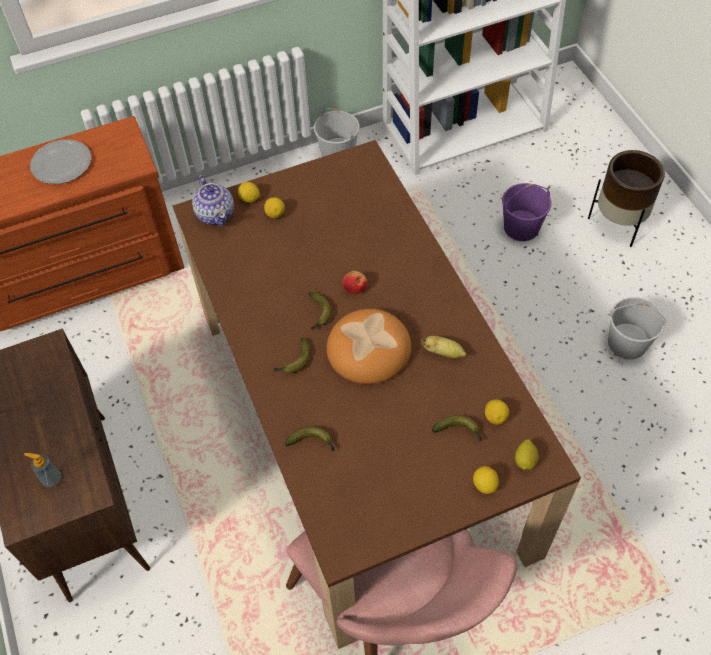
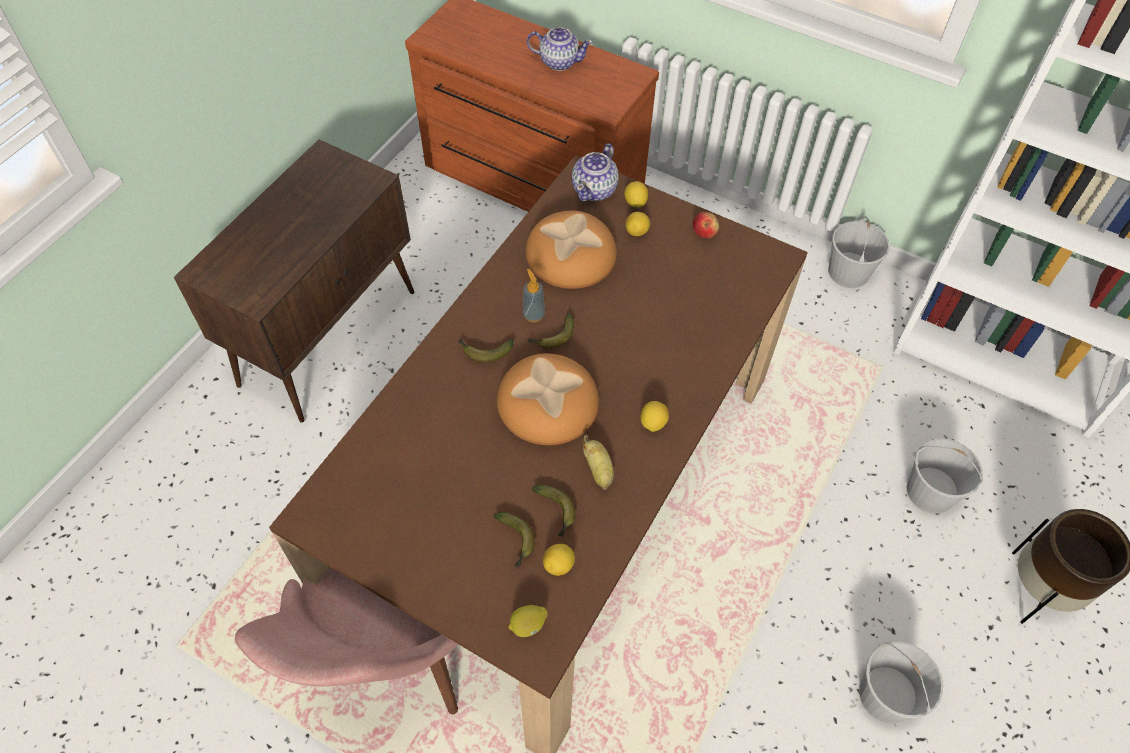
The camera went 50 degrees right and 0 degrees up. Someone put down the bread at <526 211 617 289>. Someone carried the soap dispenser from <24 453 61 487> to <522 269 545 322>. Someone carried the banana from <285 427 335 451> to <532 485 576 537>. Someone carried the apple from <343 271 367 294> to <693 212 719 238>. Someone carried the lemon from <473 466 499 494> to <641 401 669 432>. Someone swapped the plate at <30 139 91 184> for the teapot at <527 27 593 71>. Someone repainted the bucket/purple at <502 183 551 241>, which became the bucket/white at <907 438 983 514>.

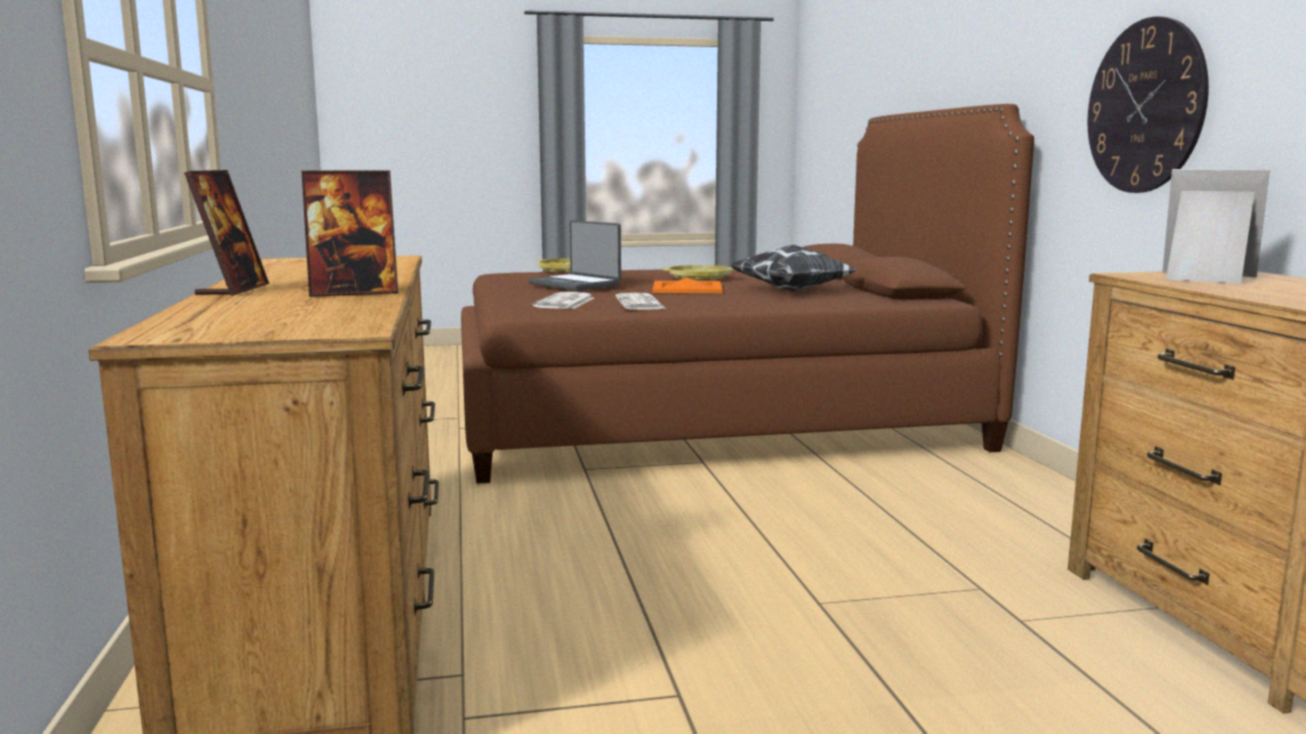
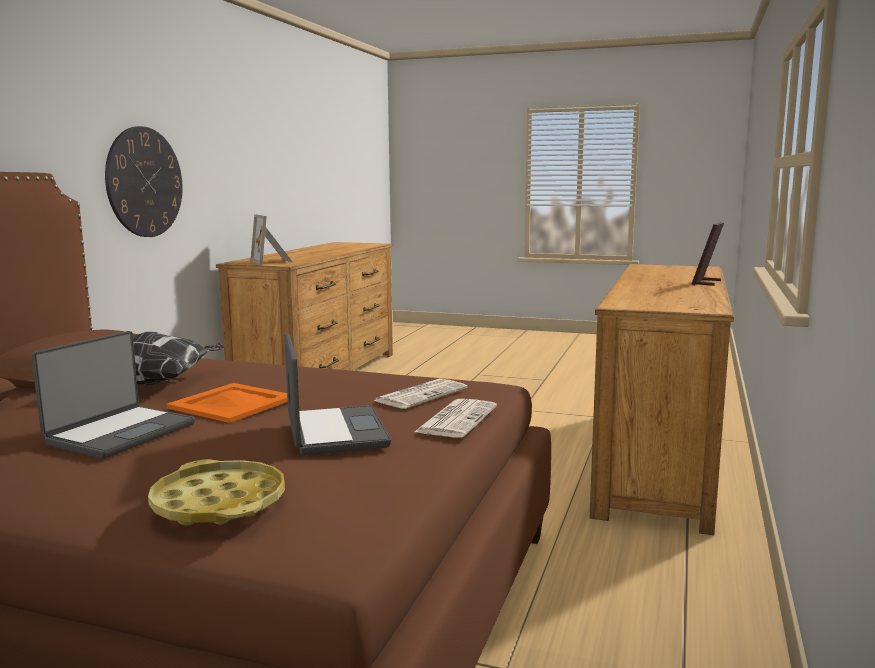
The camera went 150 degrees left and 0 degrees up. Someone took away the picture frame at <302 170 398 297>. Someone carried the newspaper from <615 293 666 310> to <415 399 497 438>. Someone swapped the tray/yellow at <662 265 734 281> for the laptop at <31 331 195 459>.

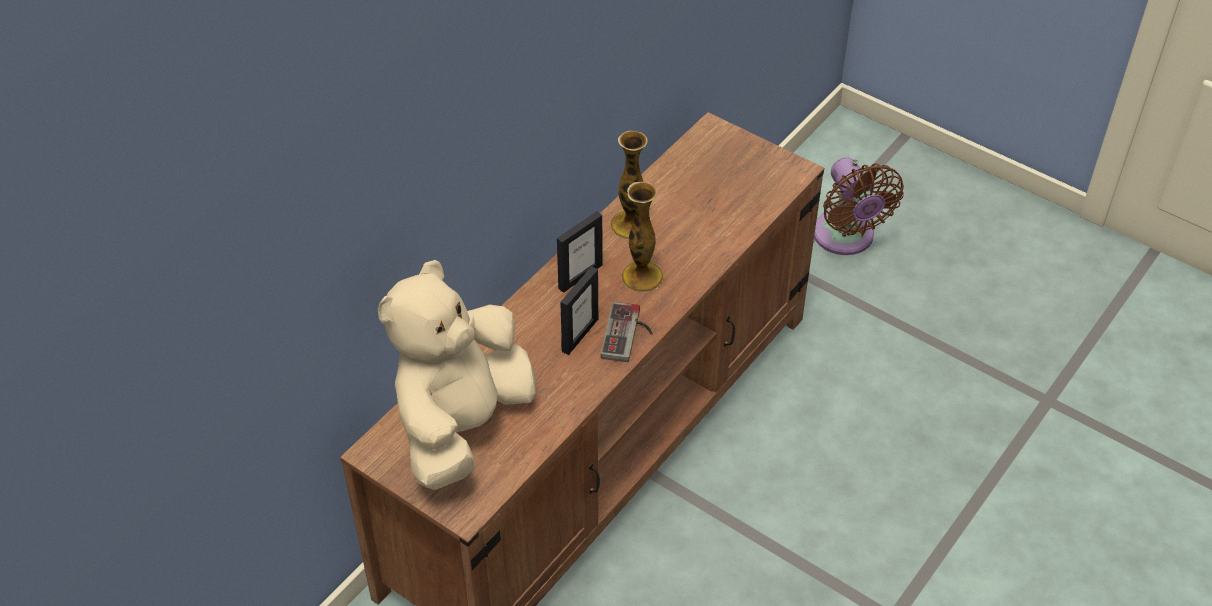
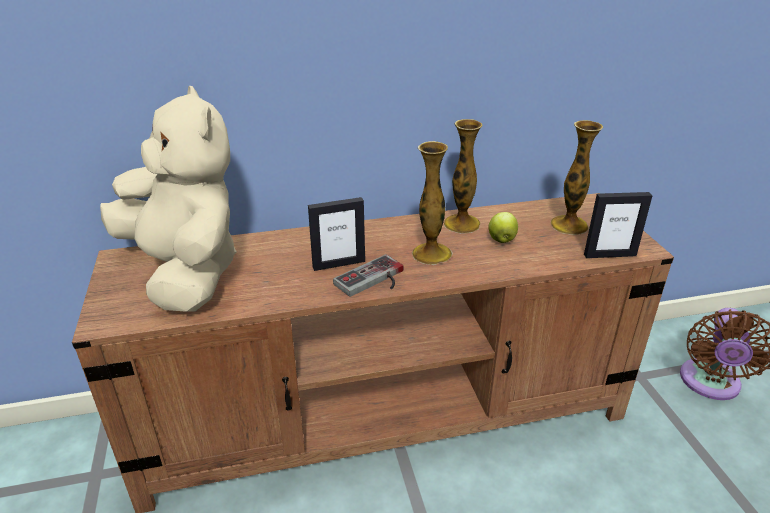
The camera went 40 degrees right and 15 degrees down. Someone put down the apple at <488 212 518 243>. Someone put down the vase at <551 120 603 235>. Someone carried the picture frame from <557 211 603 293> to <584 192 653 258>. Someone rotated the plush toy/beige at <378 260 536 490> by 75 degrees clockwise.

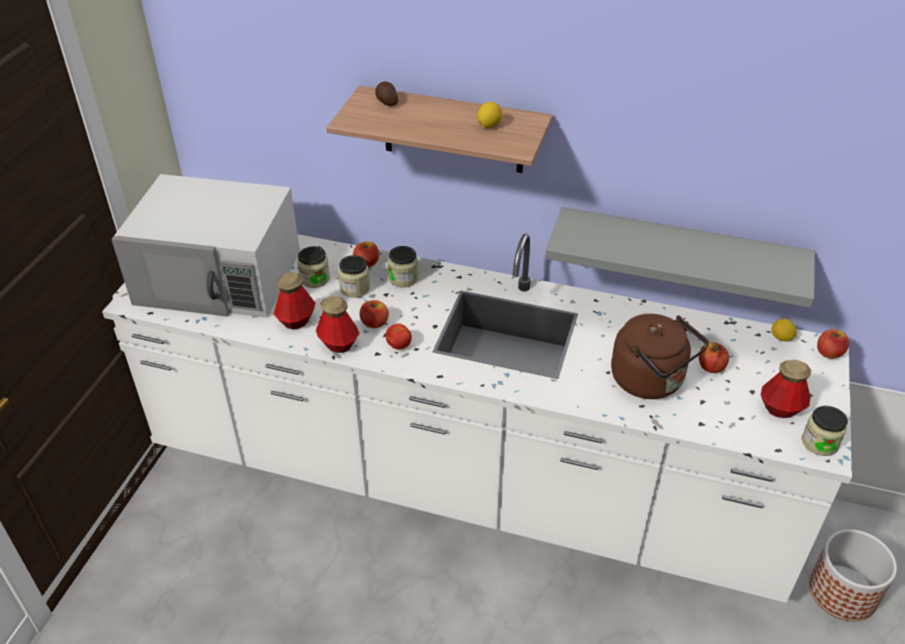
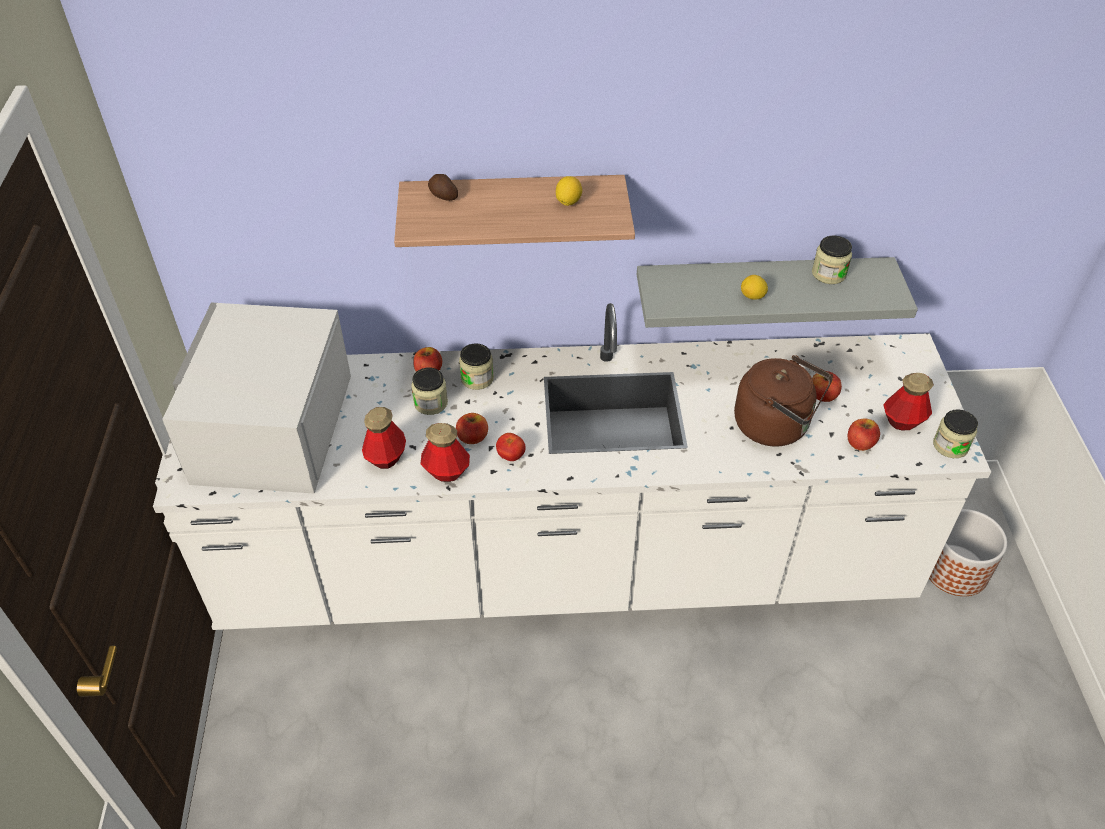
The camera went 20 degrees left and 5 degrees up. Someone carried the jar from <297 246 330 288> to <812 236 852 284>. Someone carried the lemon from <772 319 797 341> to <741 275 768 300>. Someone carried the apple from <817 329 849 359> to <848 418 880 451>. Someone rotated the microwave/white at <111 174 300 318> by 105 degrees clockwise.

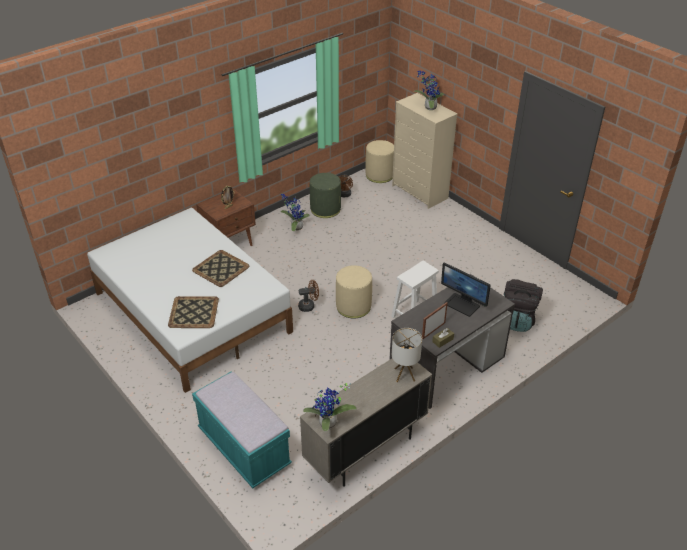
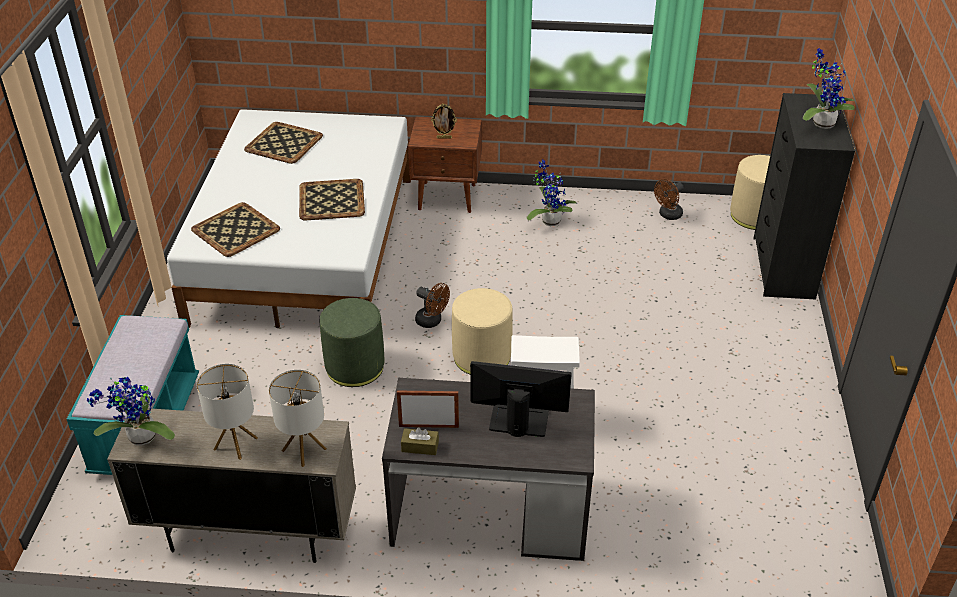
The camera went 45 degrees right and 0 degrees up. Someone took away the backpack/black at <504 279 543 332>. Someone put down the table lamp at <197 364 258 460>. Someone put down the tray at <244 122 323 164>. Someone carried the ottoman/green from <310 173 341 218> to <320 298 385 387>. Someone repainted the dresser/beige at <392 93 458 209>, which became the dresser/black at <753 93 855 300>. Someone rotated the monitor at <441 262 491 317> by 105 degrees clockwise.

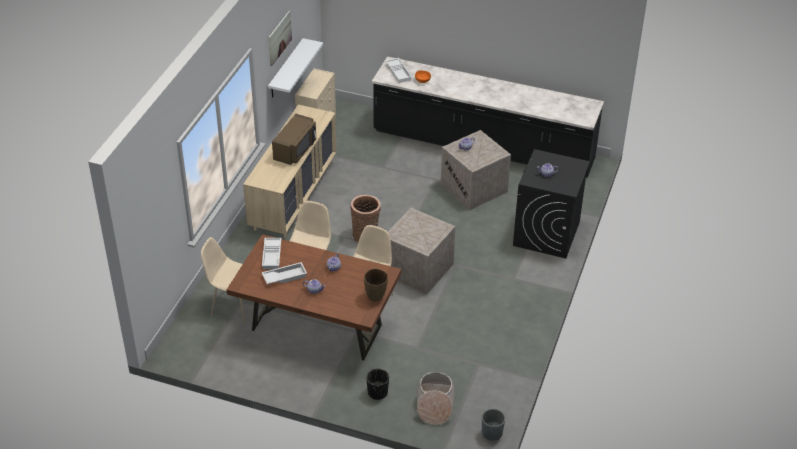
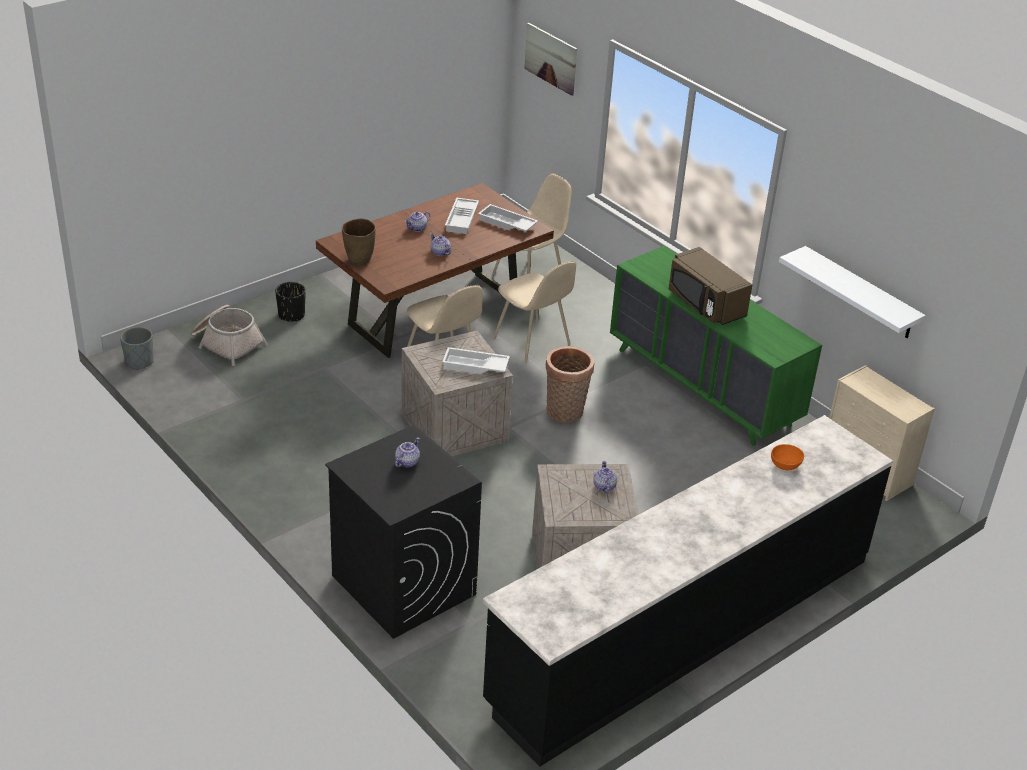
The camera went 120 degrees right and 5 degrees down. Someone carried the picture from <268 11 292 66> to <524 23 577 96>. Someone carried the tray/white from <386 58 412 83> to <442 347 510 374>. Someone repainted the dresser/beige at <243 105 337 238>, which became the dresser/green at <610 246 822 446>.

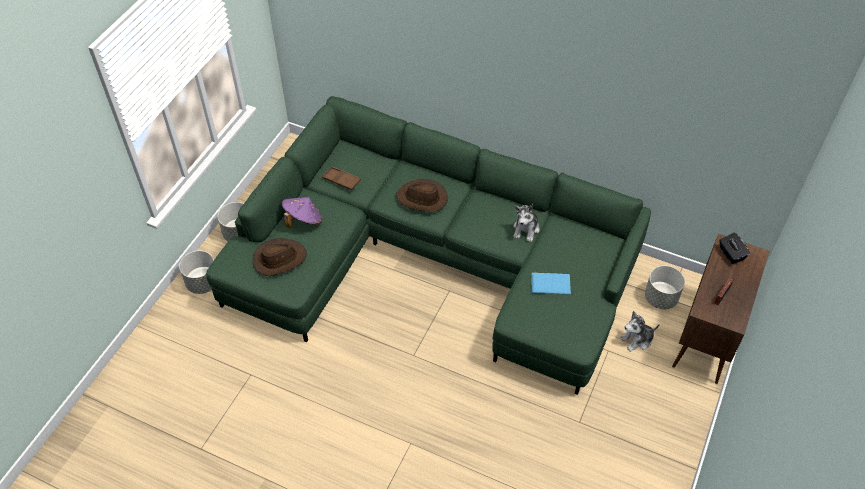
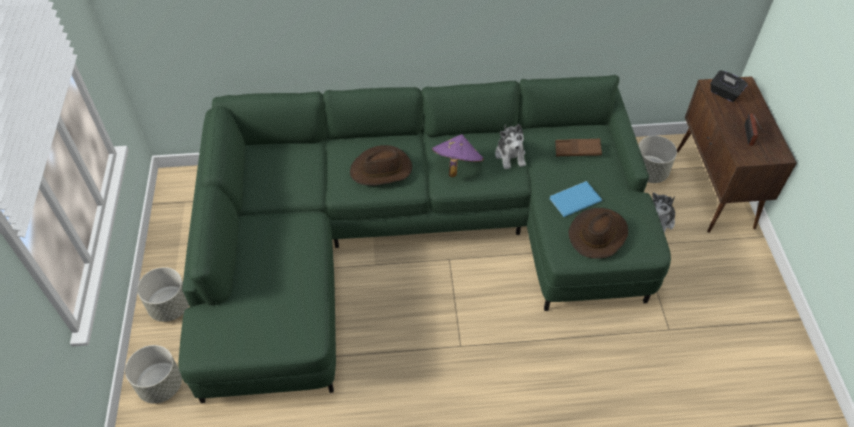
The camera went 30 degrees left and 0 degrees up. Someone carried the hat/brown from <253 238 307 276> to <568 208 628 259>. Someone carried the hat/purple from <281 197 323 227> to <432 134 484 177>. Someone carried the tray/brown from <322 166 361 190> to <555 139 602 156>.

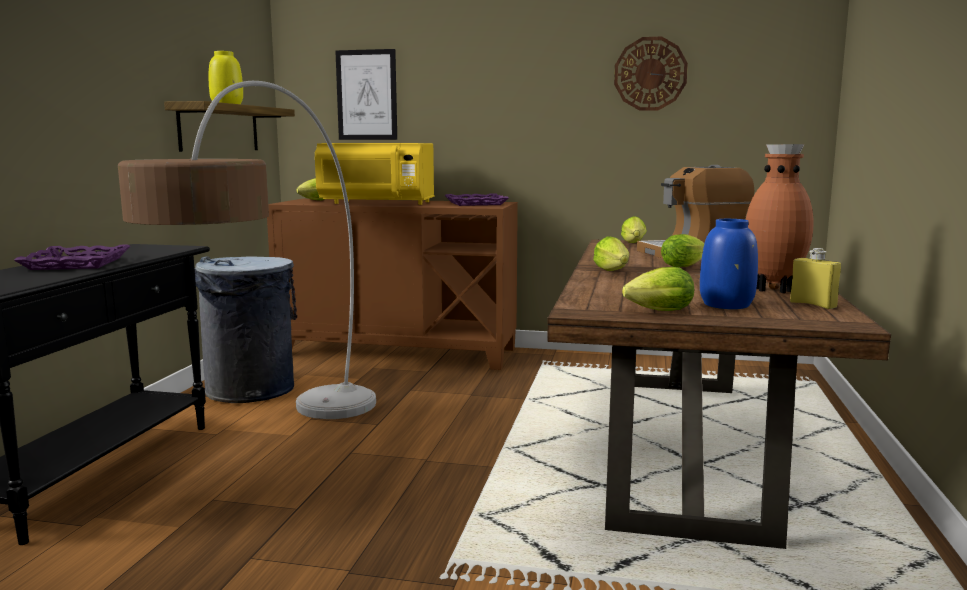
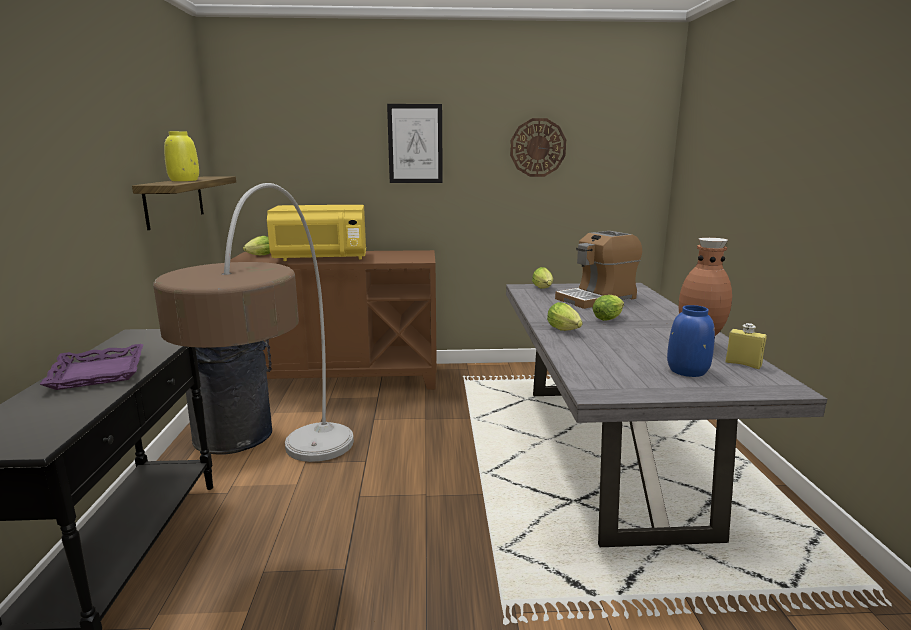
The camera went 15 degrees left and 5 degrees up. Someone took away the tray/purple at <445 193 509 206>. Someone took away the lettuce at <622 267 694 311>. Someone carried the picture from <335 49 397 140> to <387 104 443 183>. Someone repainted the dining table/brown at <547 239 891 549>, which became the dining table/grey at <506 283 827 547>.

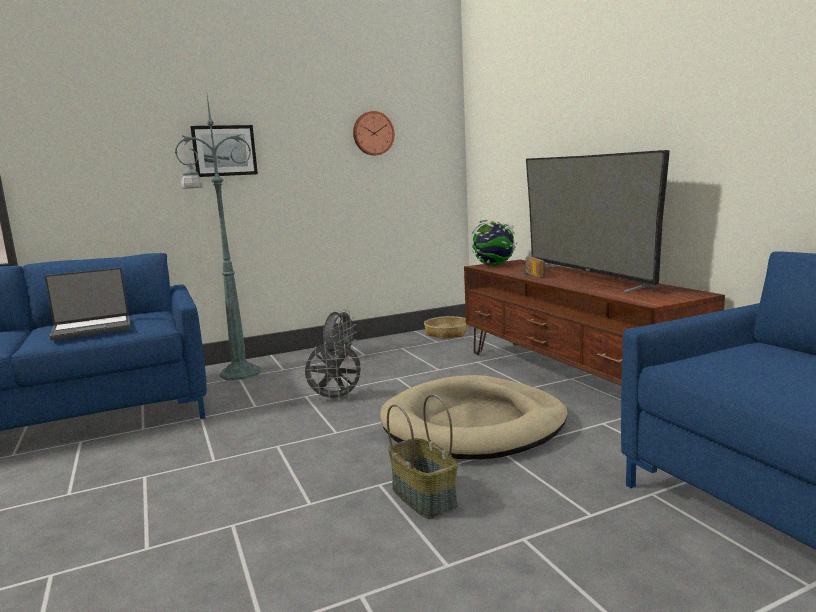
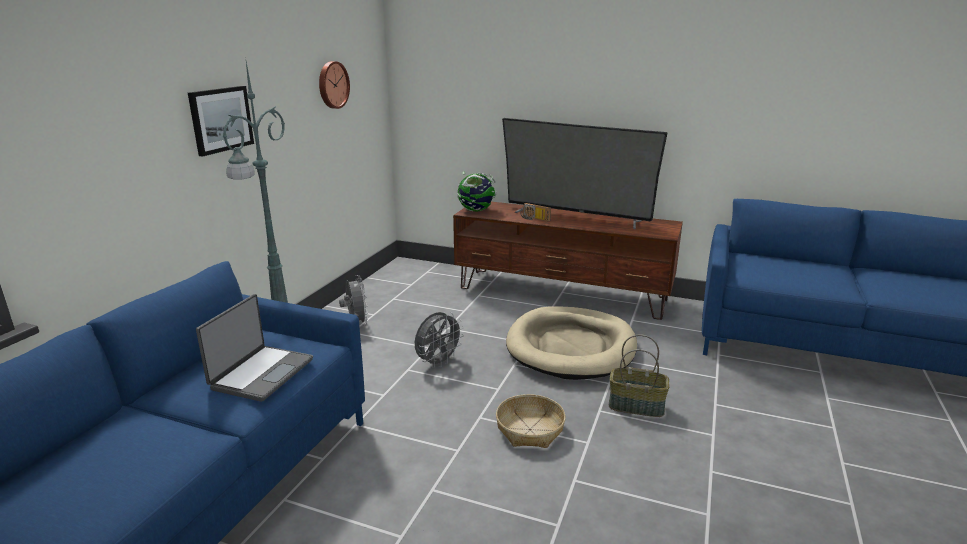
The camera went 45 degrees left and 10 degrees up. Someone carried the basket from <424 316 469 339> to <496 394 566 448>.

